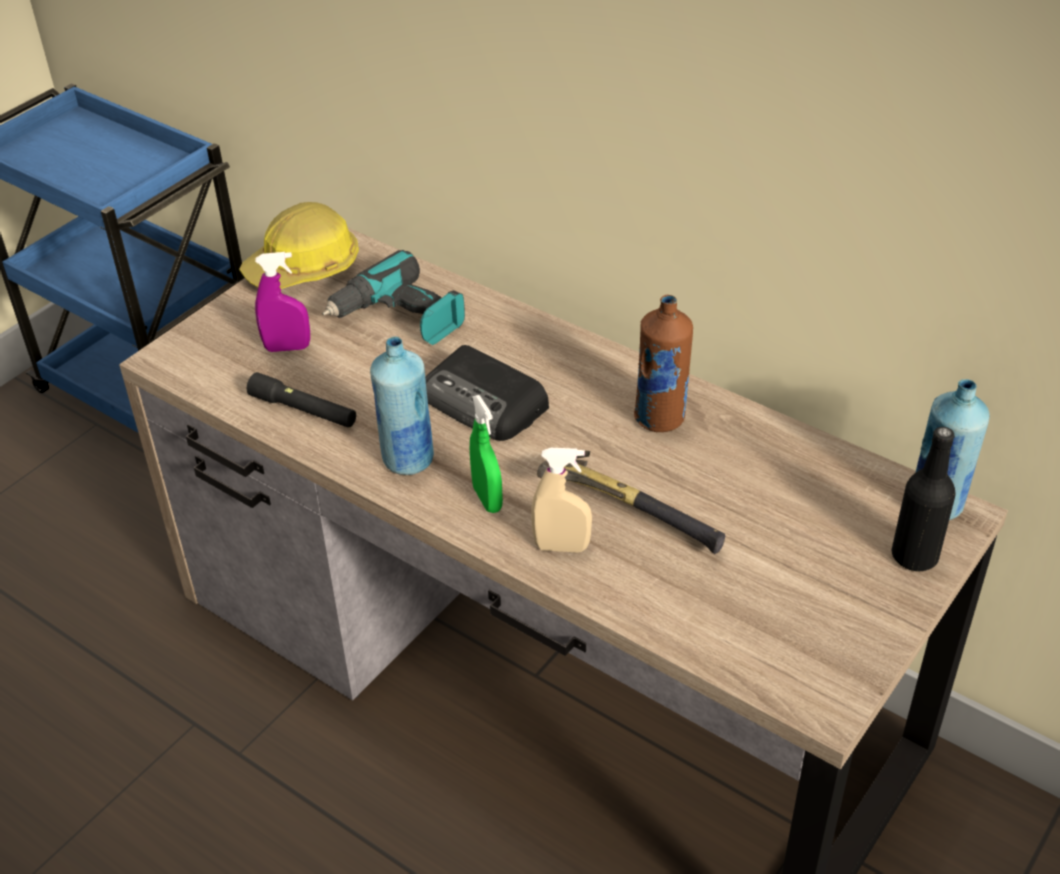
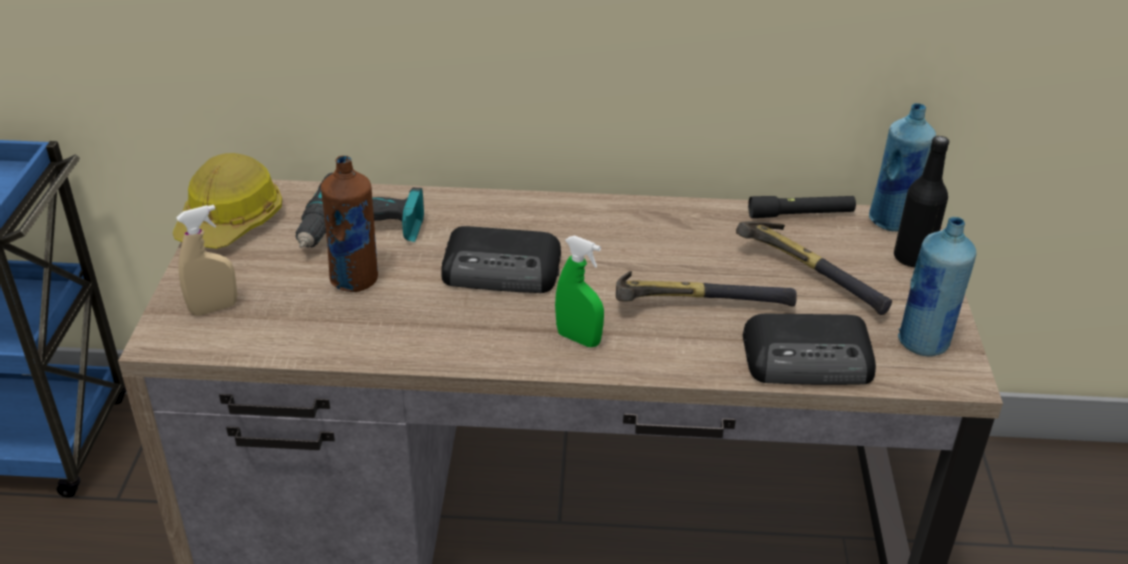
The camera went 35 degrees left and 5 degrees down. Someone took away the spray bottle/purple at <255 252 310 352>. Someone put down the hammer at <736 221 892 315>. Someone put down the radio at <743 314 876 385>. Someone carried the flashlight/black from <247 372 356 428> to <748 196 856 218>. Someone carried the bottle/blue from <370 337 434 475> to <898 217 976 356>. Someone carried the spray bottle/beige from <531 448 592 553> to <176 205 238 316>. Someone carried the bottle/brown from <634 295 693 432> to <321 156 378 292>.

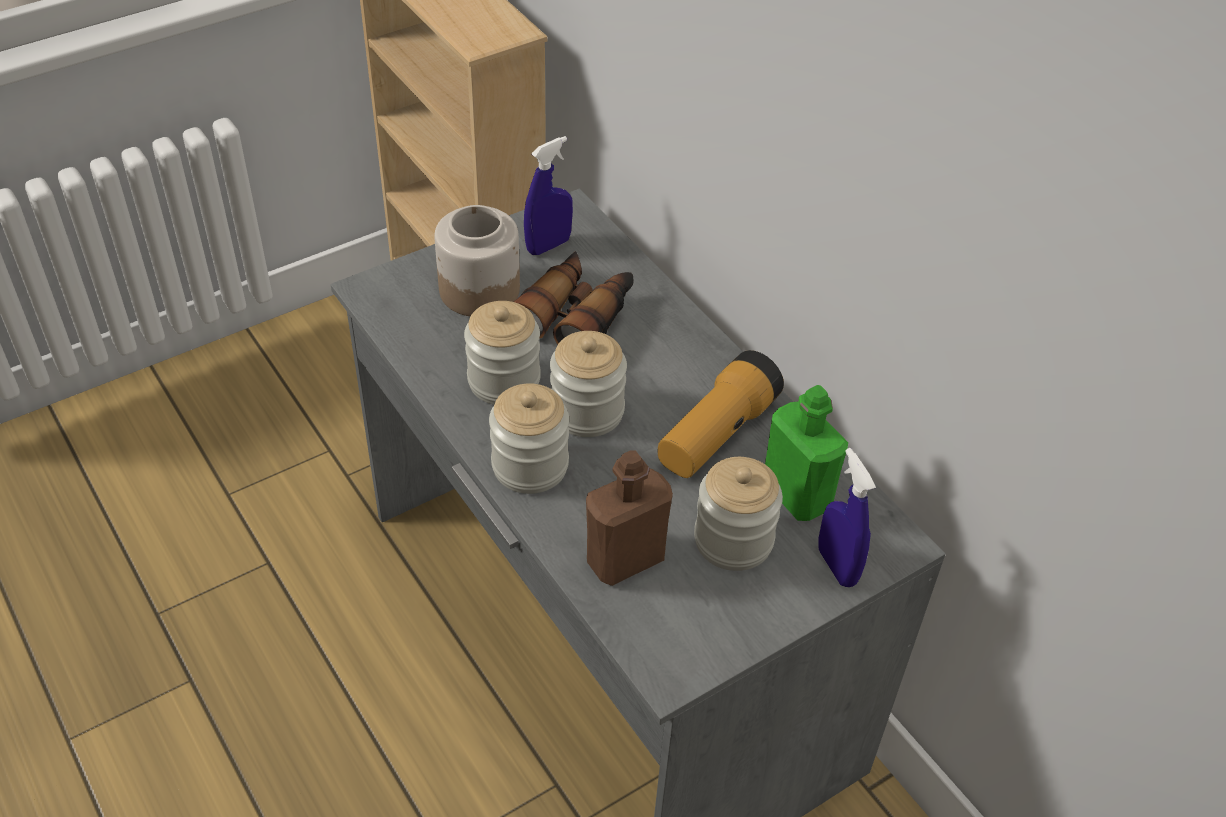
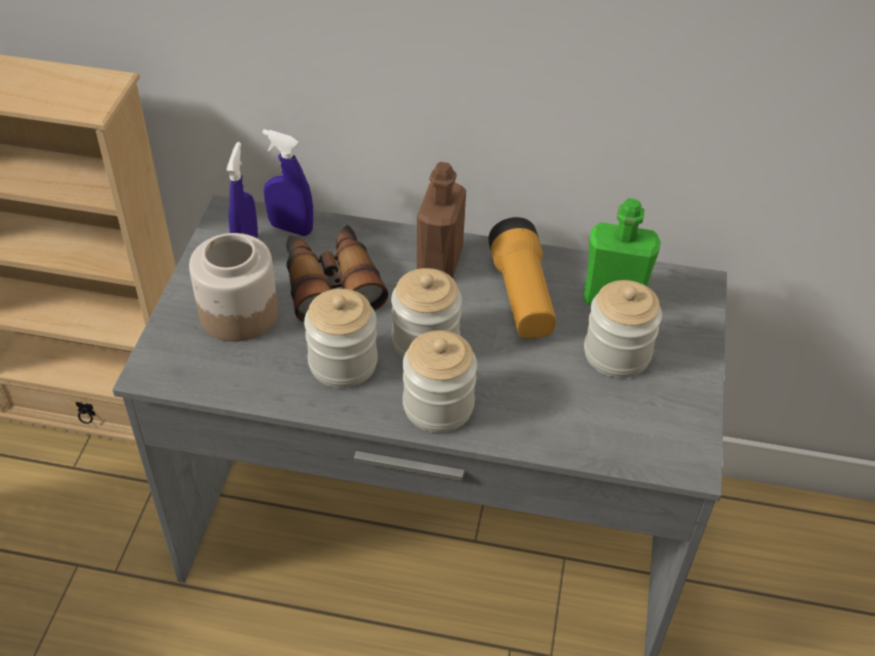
The camera went 45 degrees left and 0 degrees up. Someone carried the bottle/brown from <586 450 673 586> to <417 162 466 278>. Someone carried the spray bottle/blue from <818 448 876 587> to <262 129 313 236>.

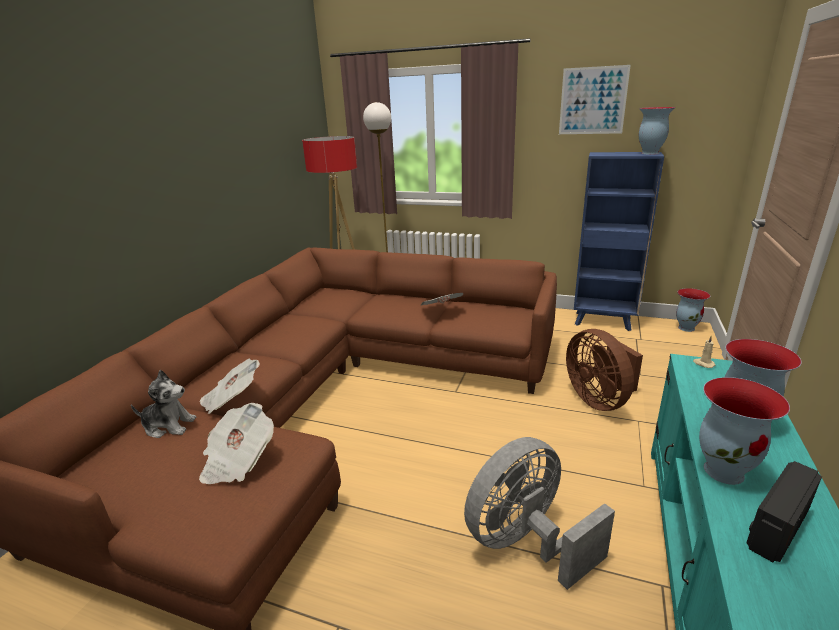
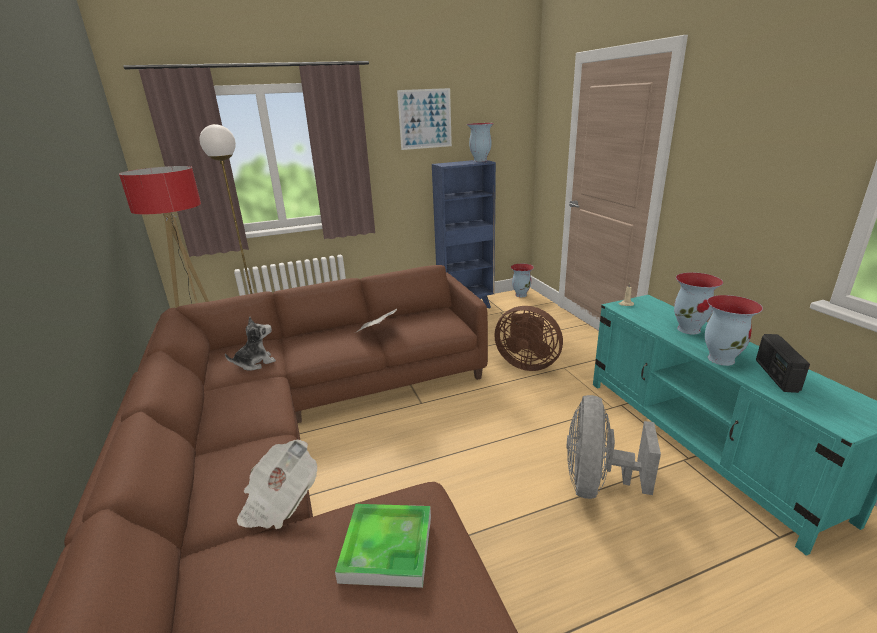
The camera went 40 degrees left and 0 degrees up. Someone carried the plush toy from <131 370 196 438> to <225 317 276 371>. Someone swapped the newspaper at <199 403 274 484> for the tray at <335 504 431 588>.

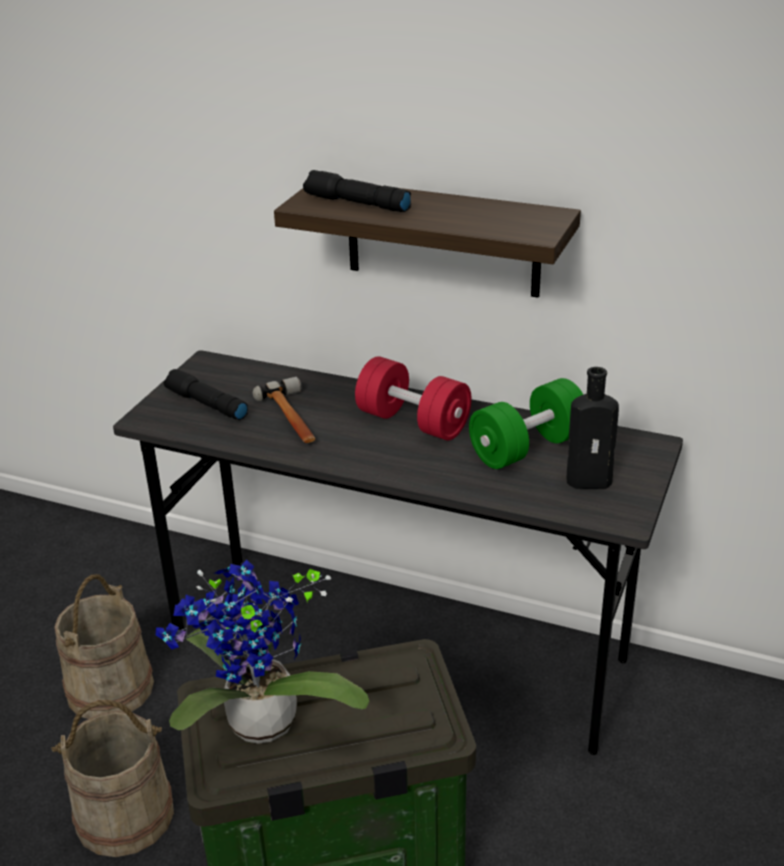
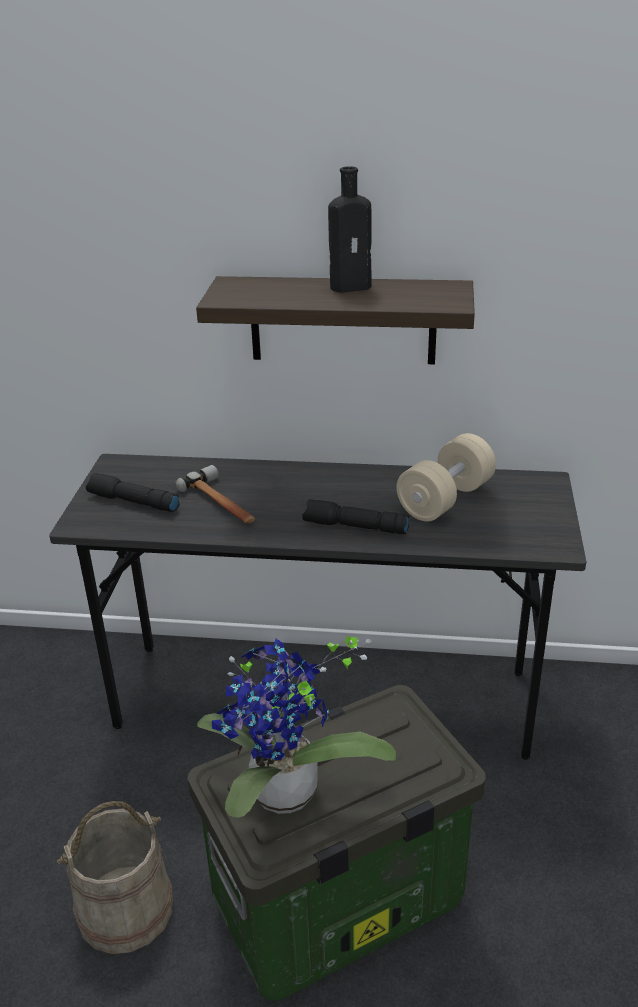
The camera went 15 degrees left and 0 degrees up. Someone took away the bucket/beige at <54 574 154 719>. Someone took away the dumbbell/red at <355 356 472 441>. Someone carried the flashlight/black from <303 170 411 212> to <302 499 409 534>. Someone carried the bottle/black from <567 367 619 489> to <328 166 372 293>. Someone repainted the dumbbell/green at <469 378 584 469>, which became the dumbbell/beige at <396 433 496 522>.

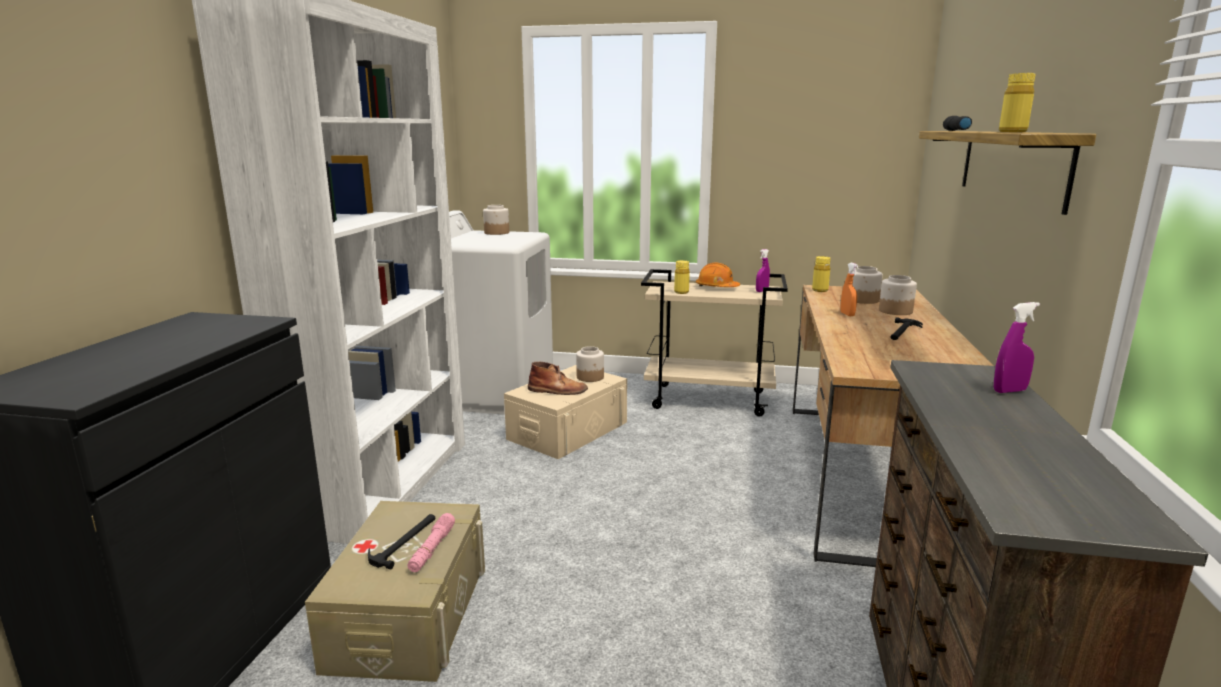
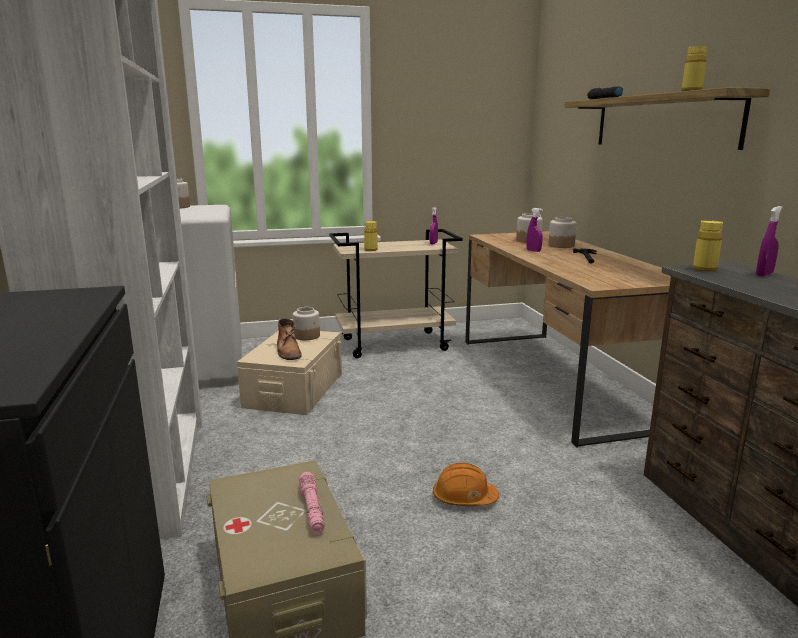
The camera went 25 degrees left and 0 degrees up. Someone took away the hammer at <368 514 436 569>. Someone carried the hard hat/orange from <696 262 740 287> to <433 462 499 506>. Someone carried the bottle/yellow from <812 256 830 292> to <693 220 723 272>. Someone repainted the spray bottle/orange at <840 263 858 316>, which became the spray bottle/purple at <526 208 543 252>. Someone rotated the boot/brown at <528 362 588 395> by 90 degrees clockwise.

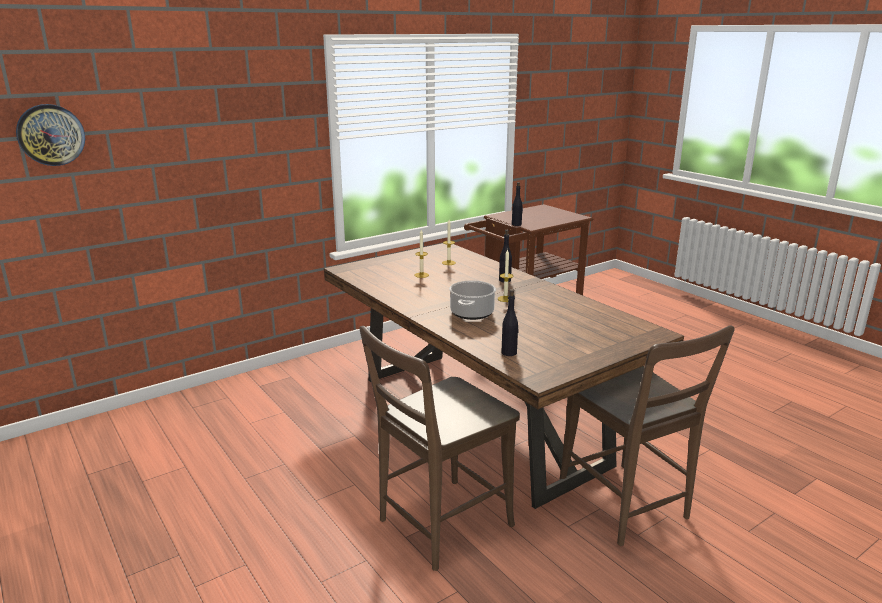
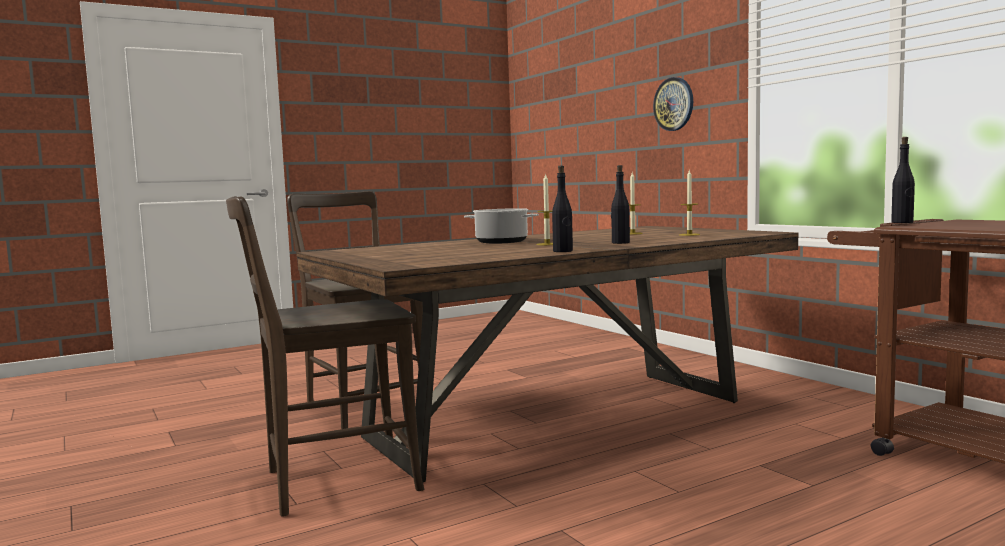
The camera went 95 degrees right and 15 degrees down. Someone carried the wall clock from <16 104 85 166> to <653 77 693 131>. Someone carried the bottle/black from <501 289 519 356> to <552 165 573 252>.

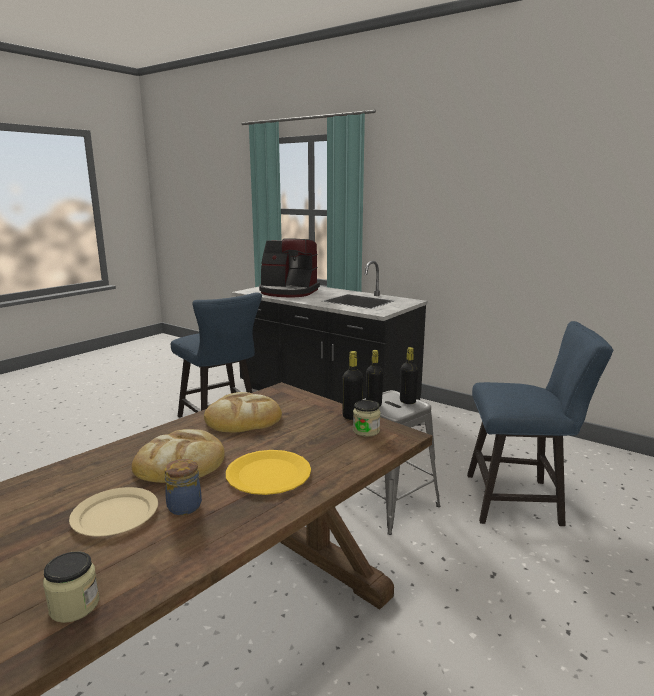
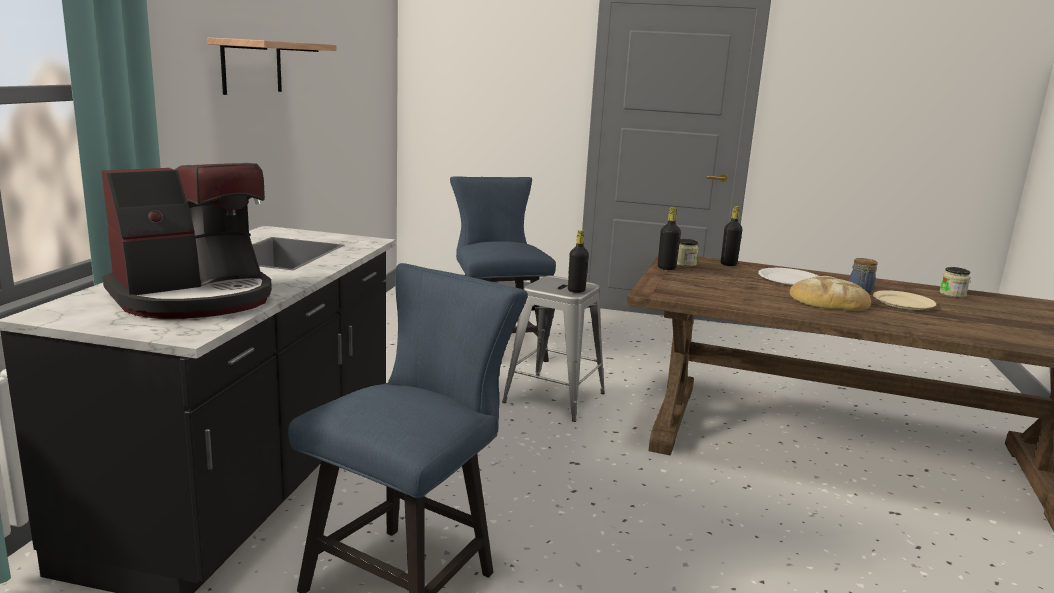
The camera went 115 degrees left and 0 degrees up. Someone took away the bread at <204 392 282 433>. Someone put up the shelf at <208 37 337 95>. Someone carried the bottle/black from <400 347 418 404> to <721 206 742 266>. Someone repainted the plate/yellow at <226 450 311 495>, which became the plate/white at <758 268 818 285>. Someone rotated the coffee machine at <259 238 320 297> by 60 degrees clockwise.

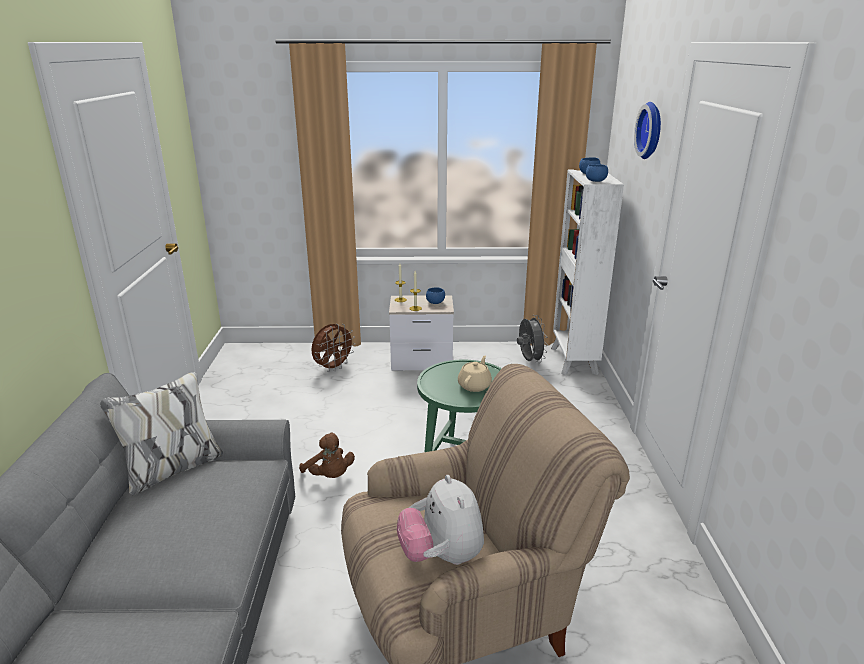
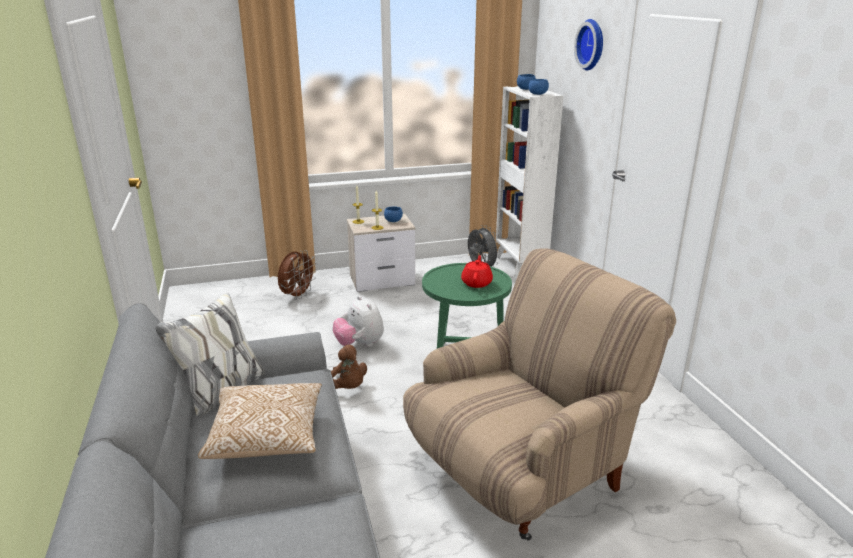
The camera went 15 degrees left and 0 degrees up. Someone put down the pillow at <198 383 322 459>. Someone carried the plush toy from <397 475 484 565> to <333 296 384 347>. Someone repainted the teapot/beige at <458 355 492 392>, which became the teapot/red at <461 255 493 288>.

